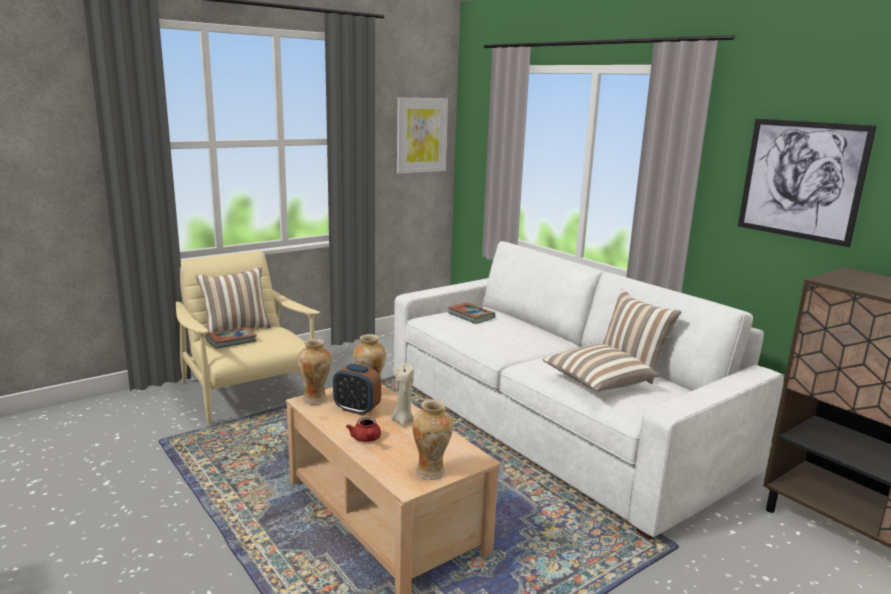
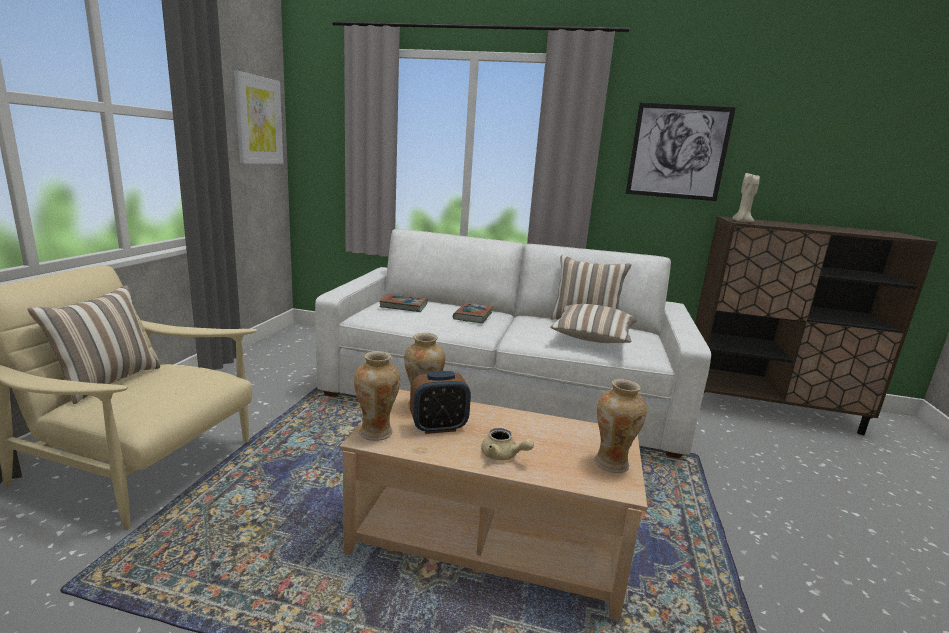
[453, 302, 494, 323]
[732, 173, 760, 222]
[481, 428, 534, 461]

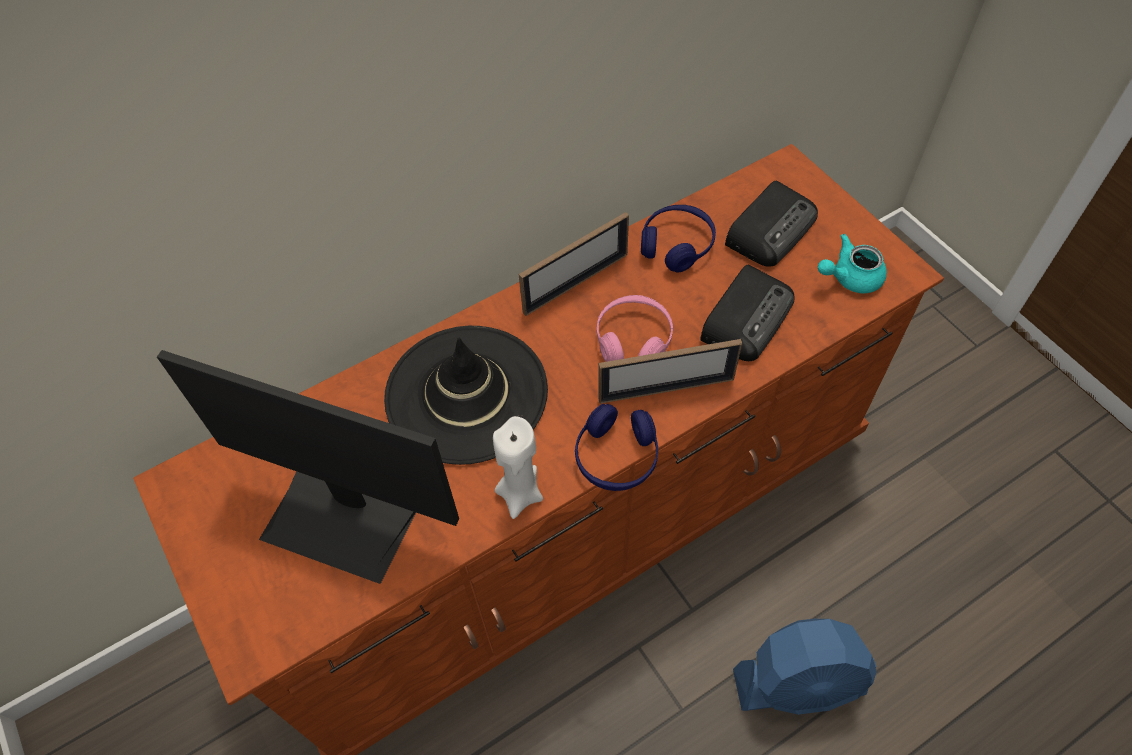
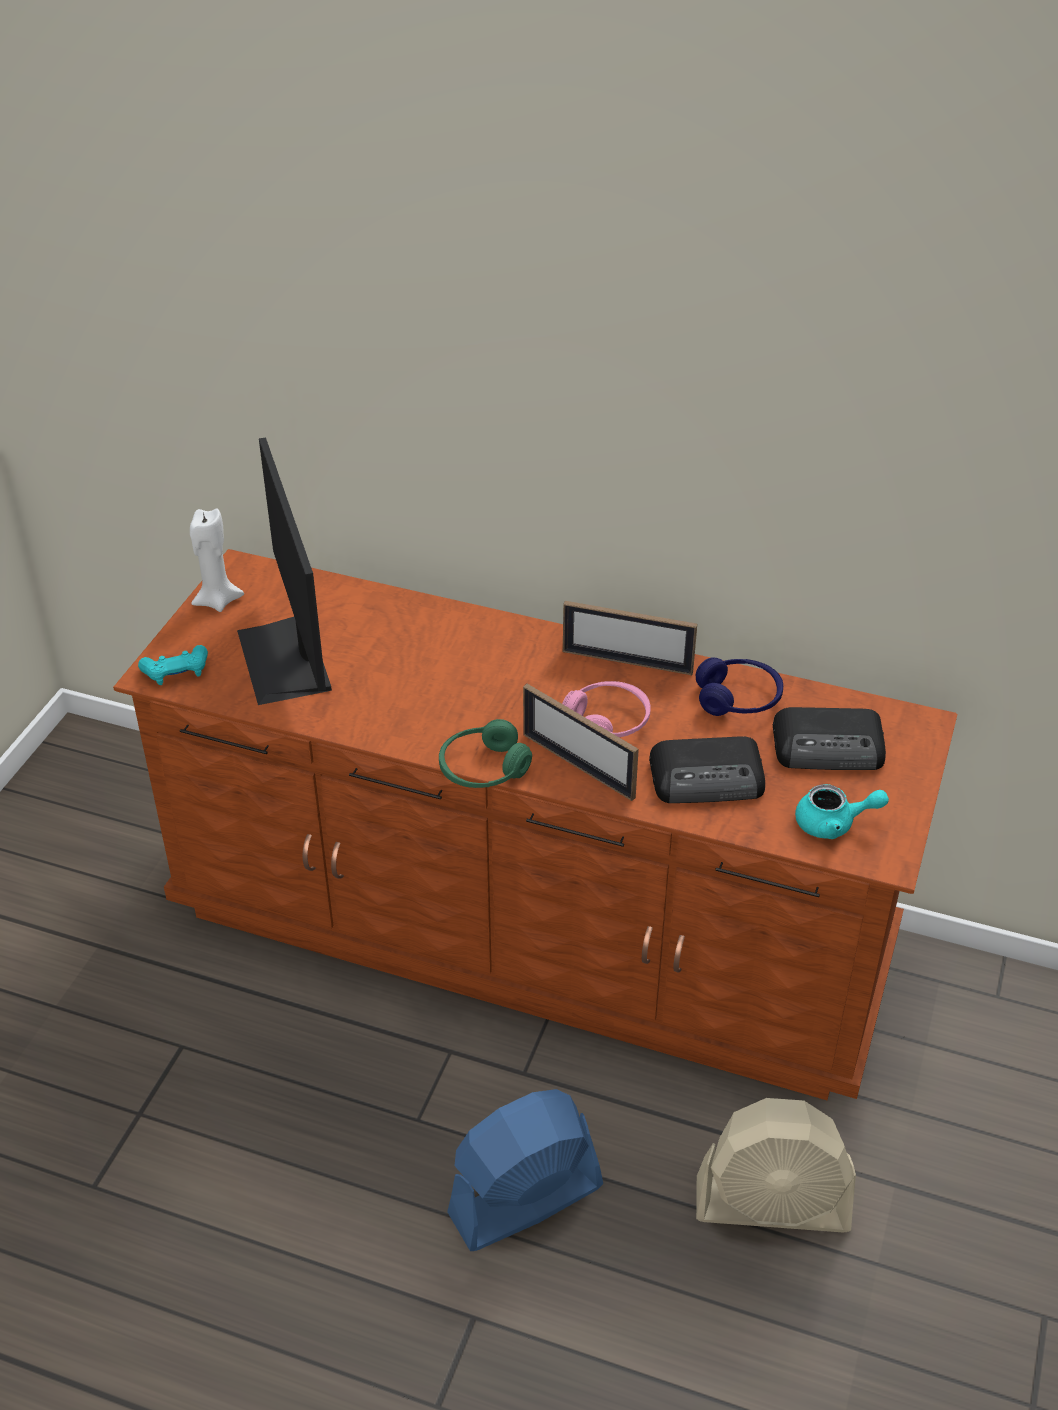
[384, 326, 548, 465] (first image)
[138, 645, 208, 685]
[696, 1098, 856, 1232]
[190, 508, 244, 612]
[439, 719, 532, 788]
[447, 1089, 603, 1251]
[795, 784, 889, 839]

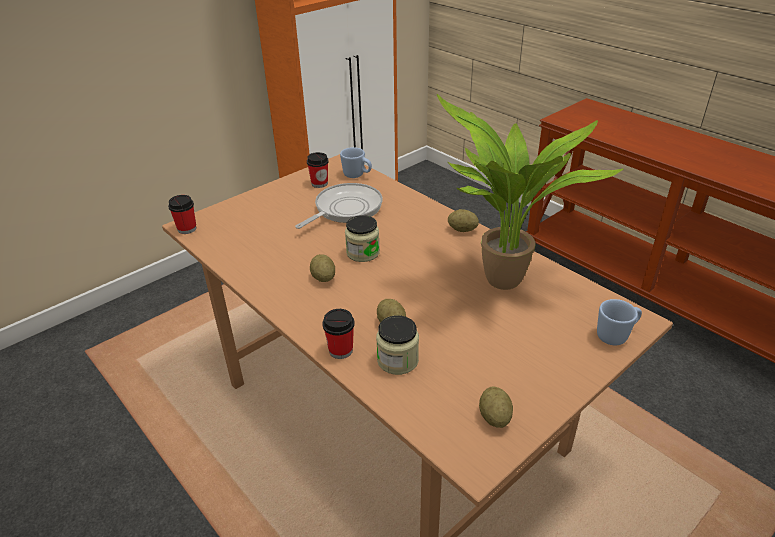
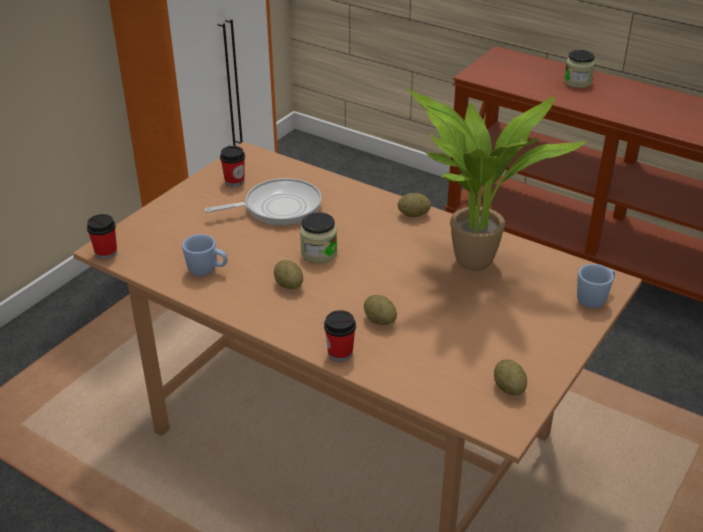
[182, 234, 227, 276]
[564, 50, 595, 88]
[205, 178, 322, 225]

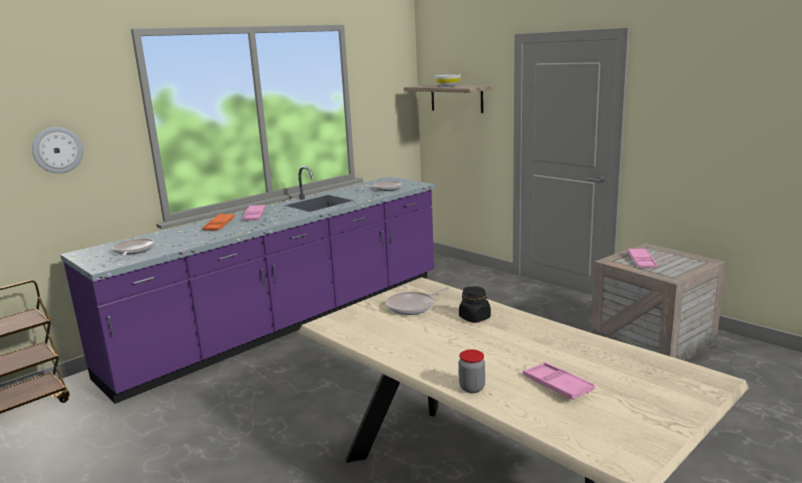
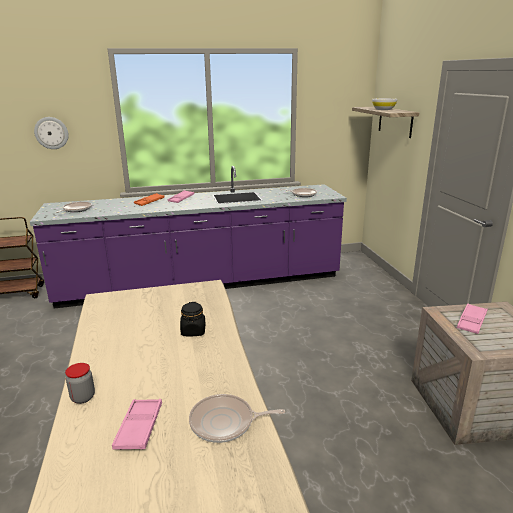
[189, 394, 285, 443]

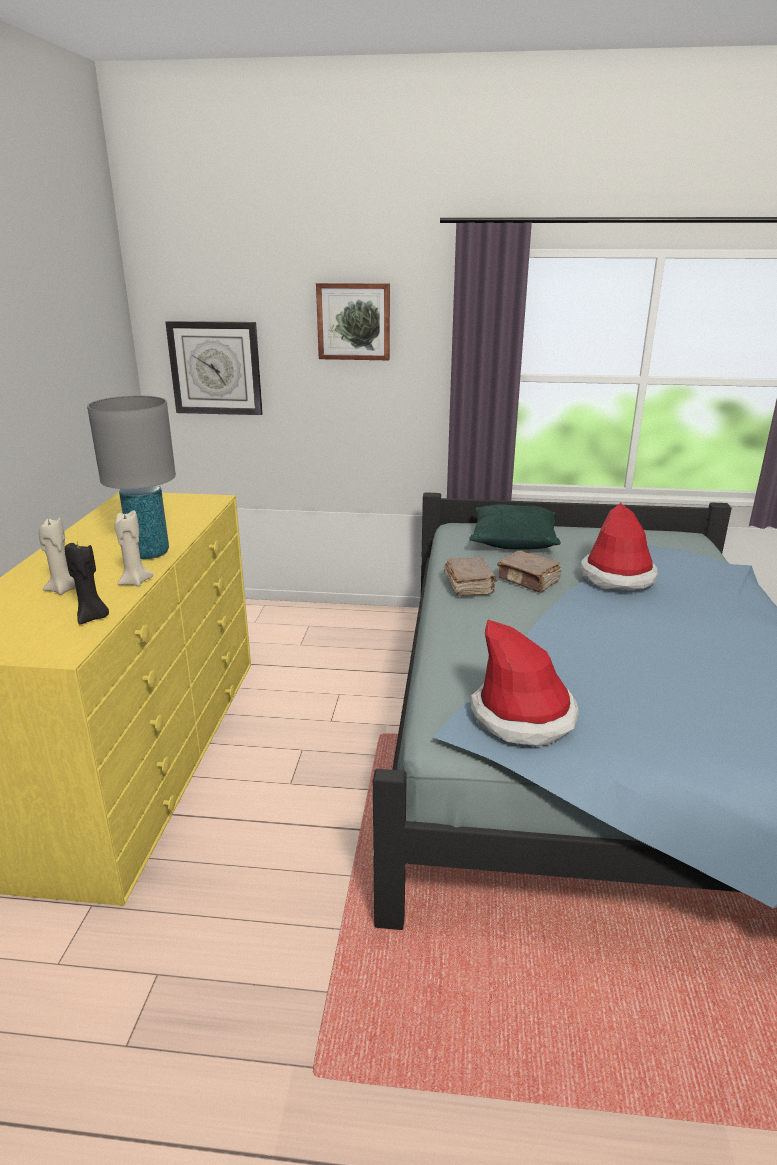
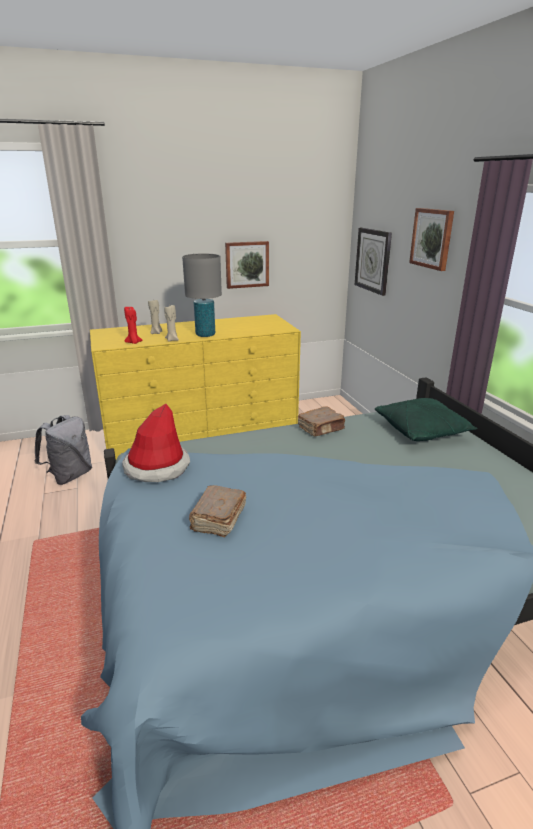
[581, 503, 658, 590] (first image)
[35, 415, 92, 485]
[225, 241, 269, 289]
[189, 485, 246, 537]
[124, 307, 143, 344]

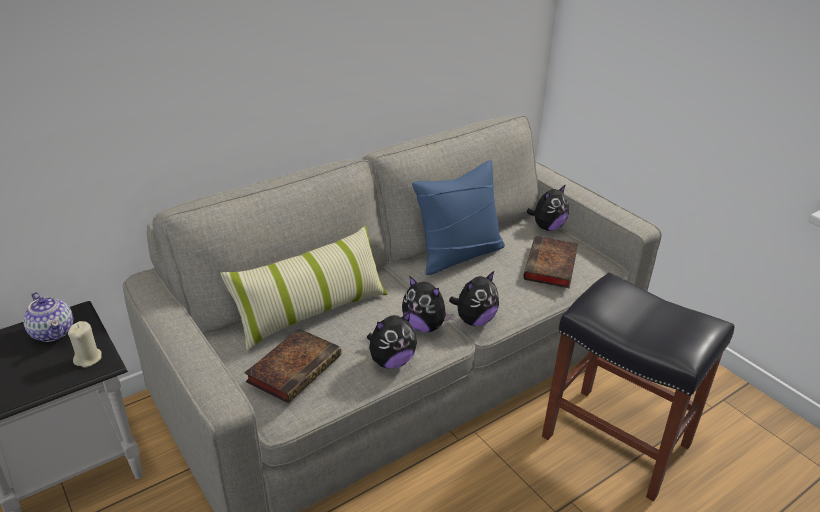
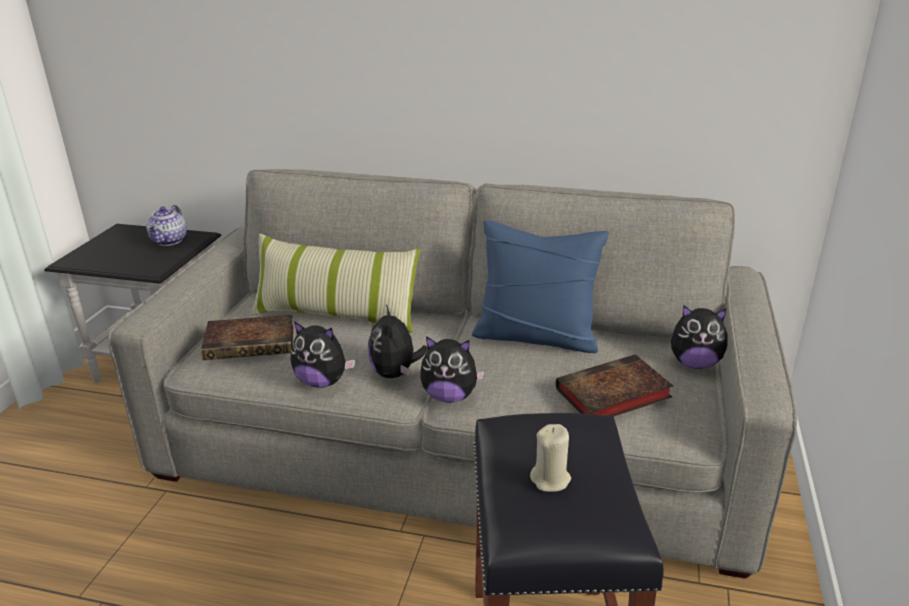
[530, 424, 571, 492]

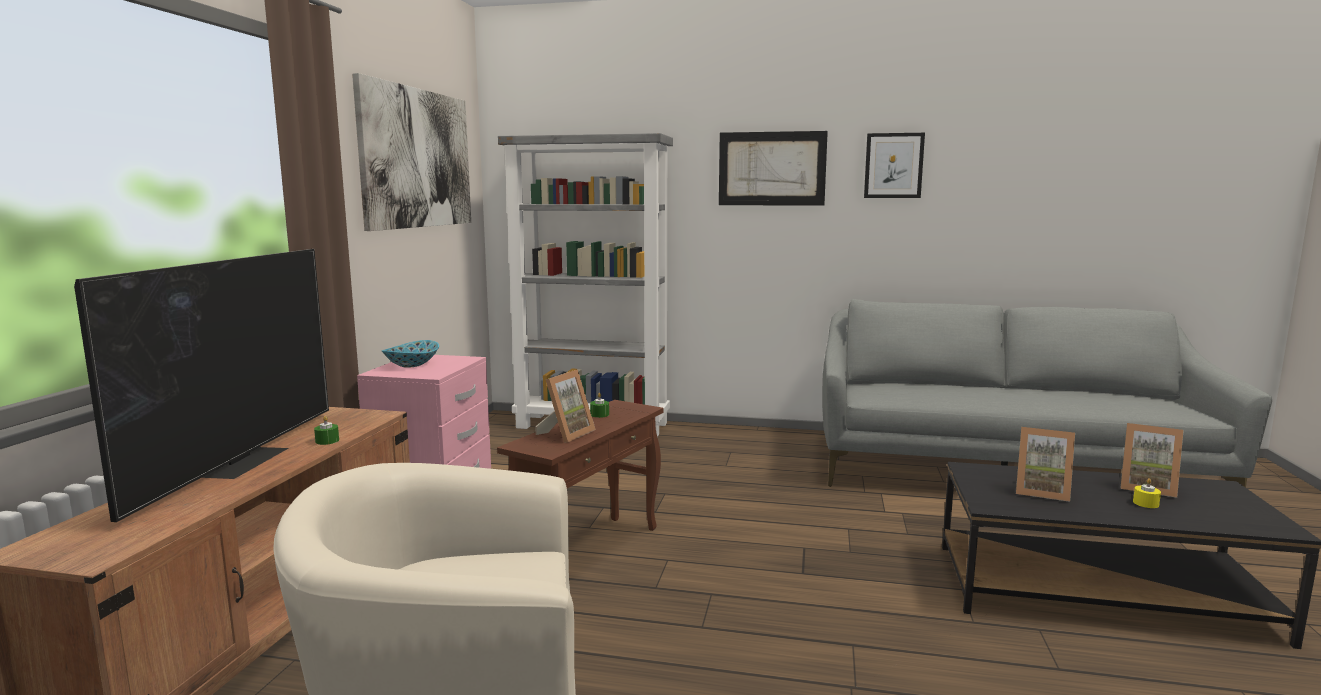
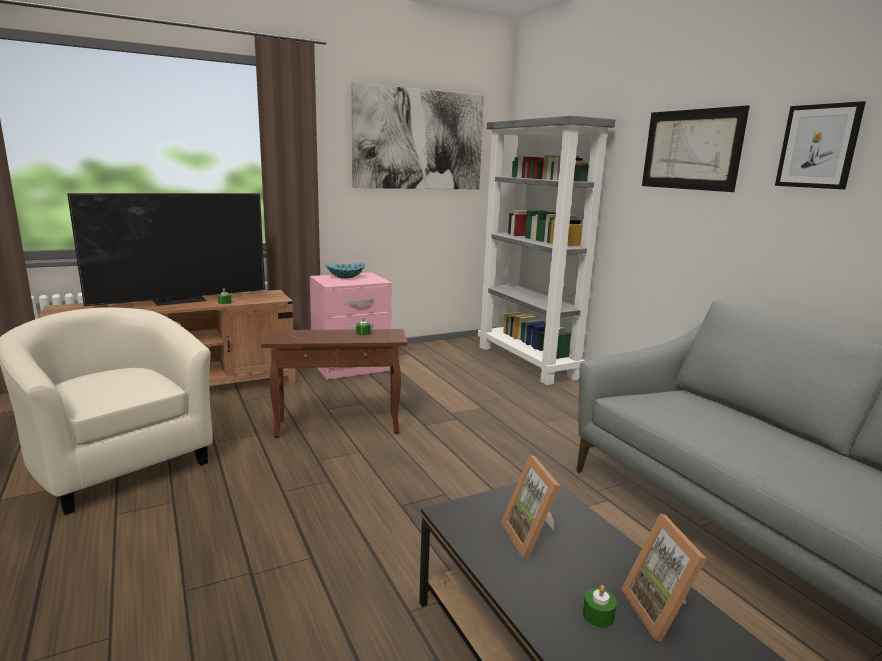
[535, 369, 596, 443] (first image)
[583, 585, 617, 628]

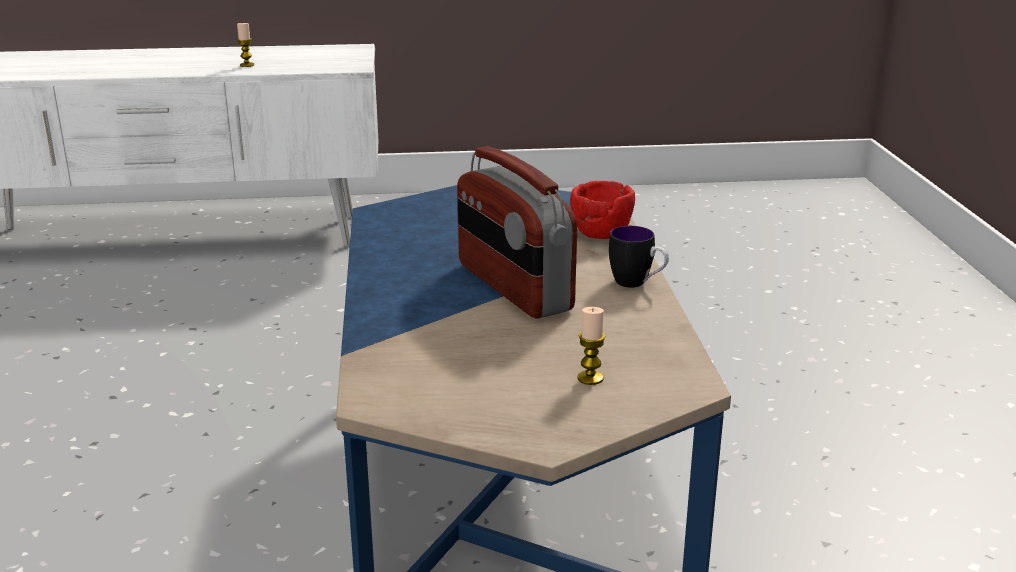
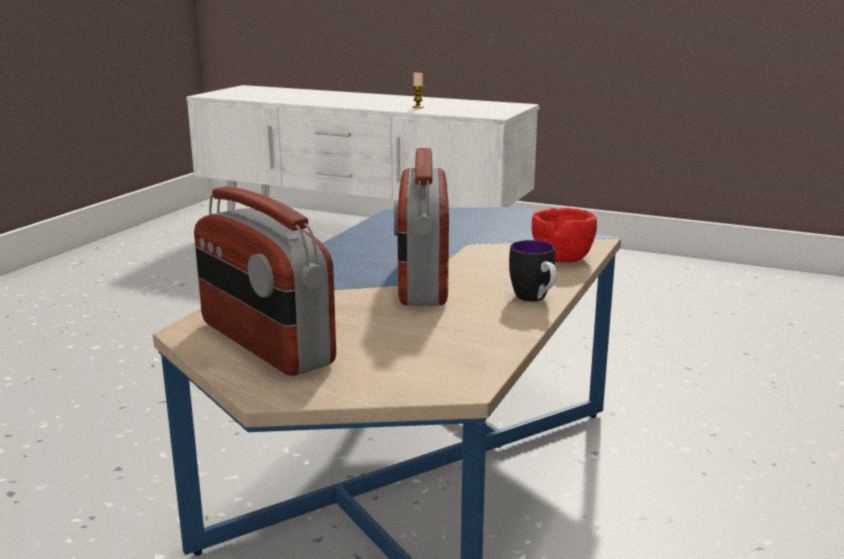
[577, 307, 605, 385] (first image)
[194, 187, 336, 376]

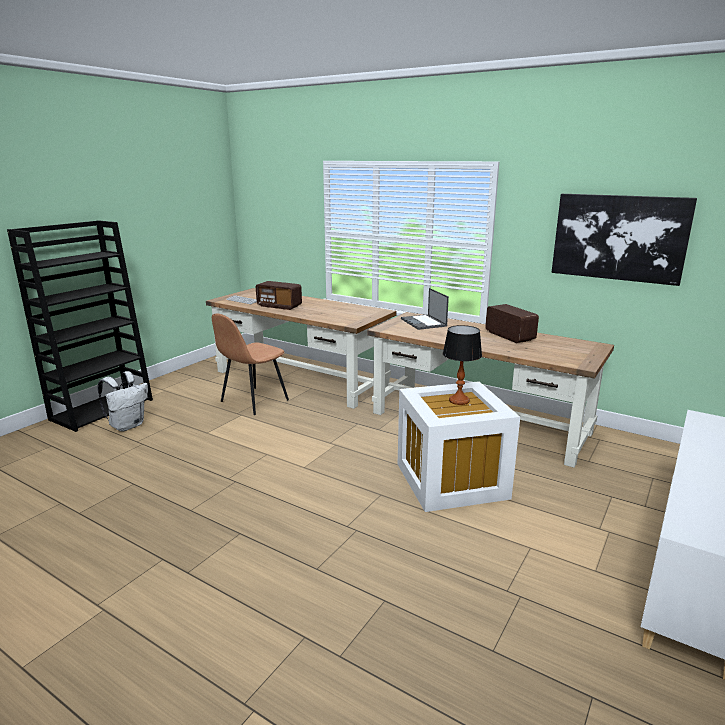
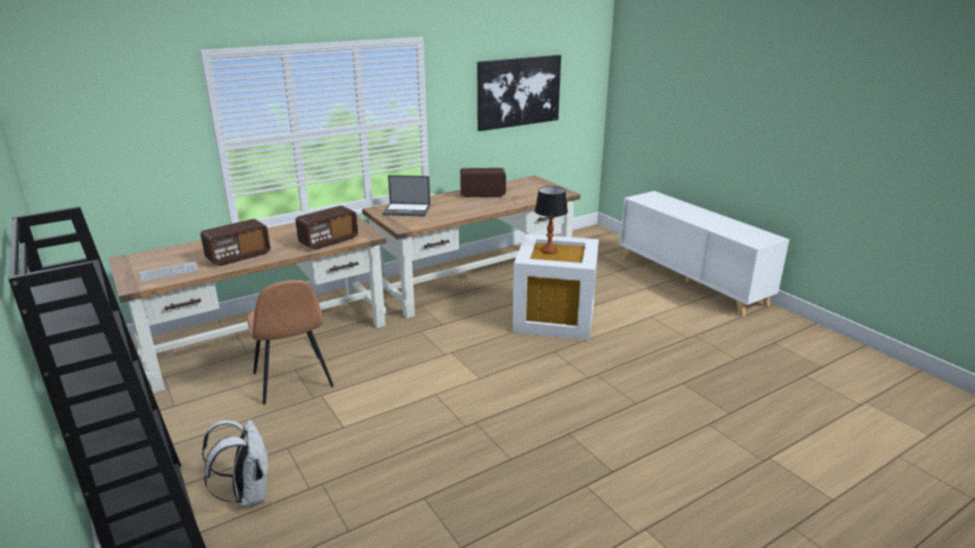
[295, 206, 358, 250]

